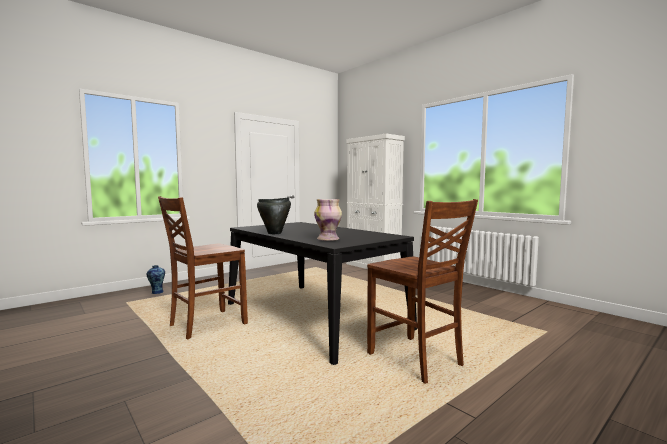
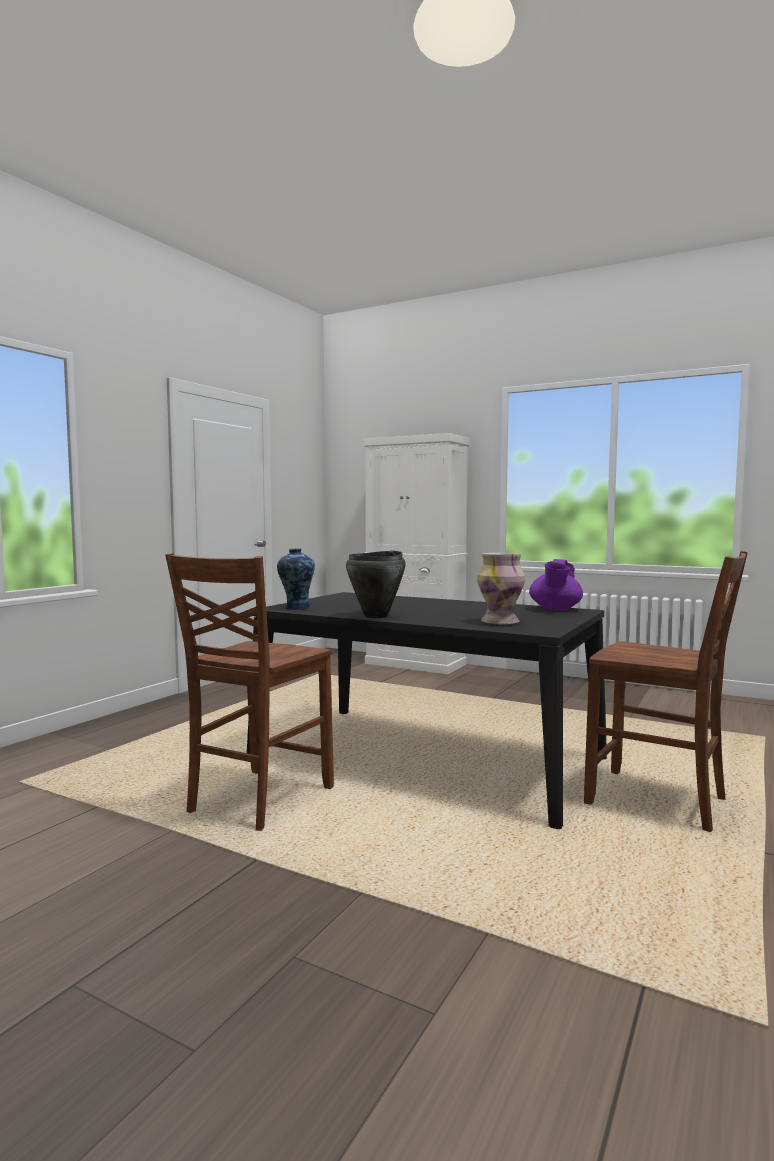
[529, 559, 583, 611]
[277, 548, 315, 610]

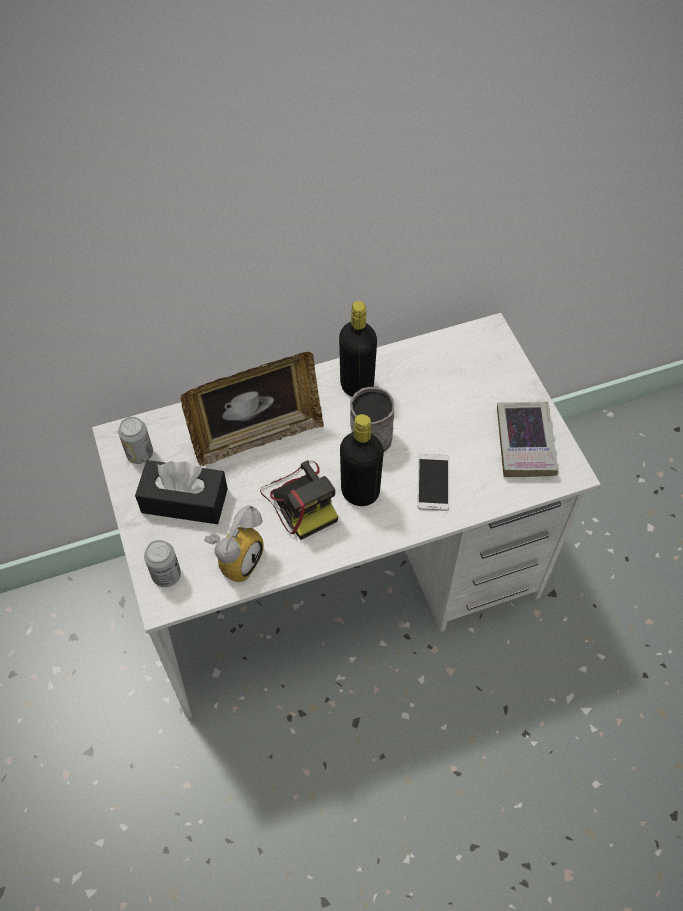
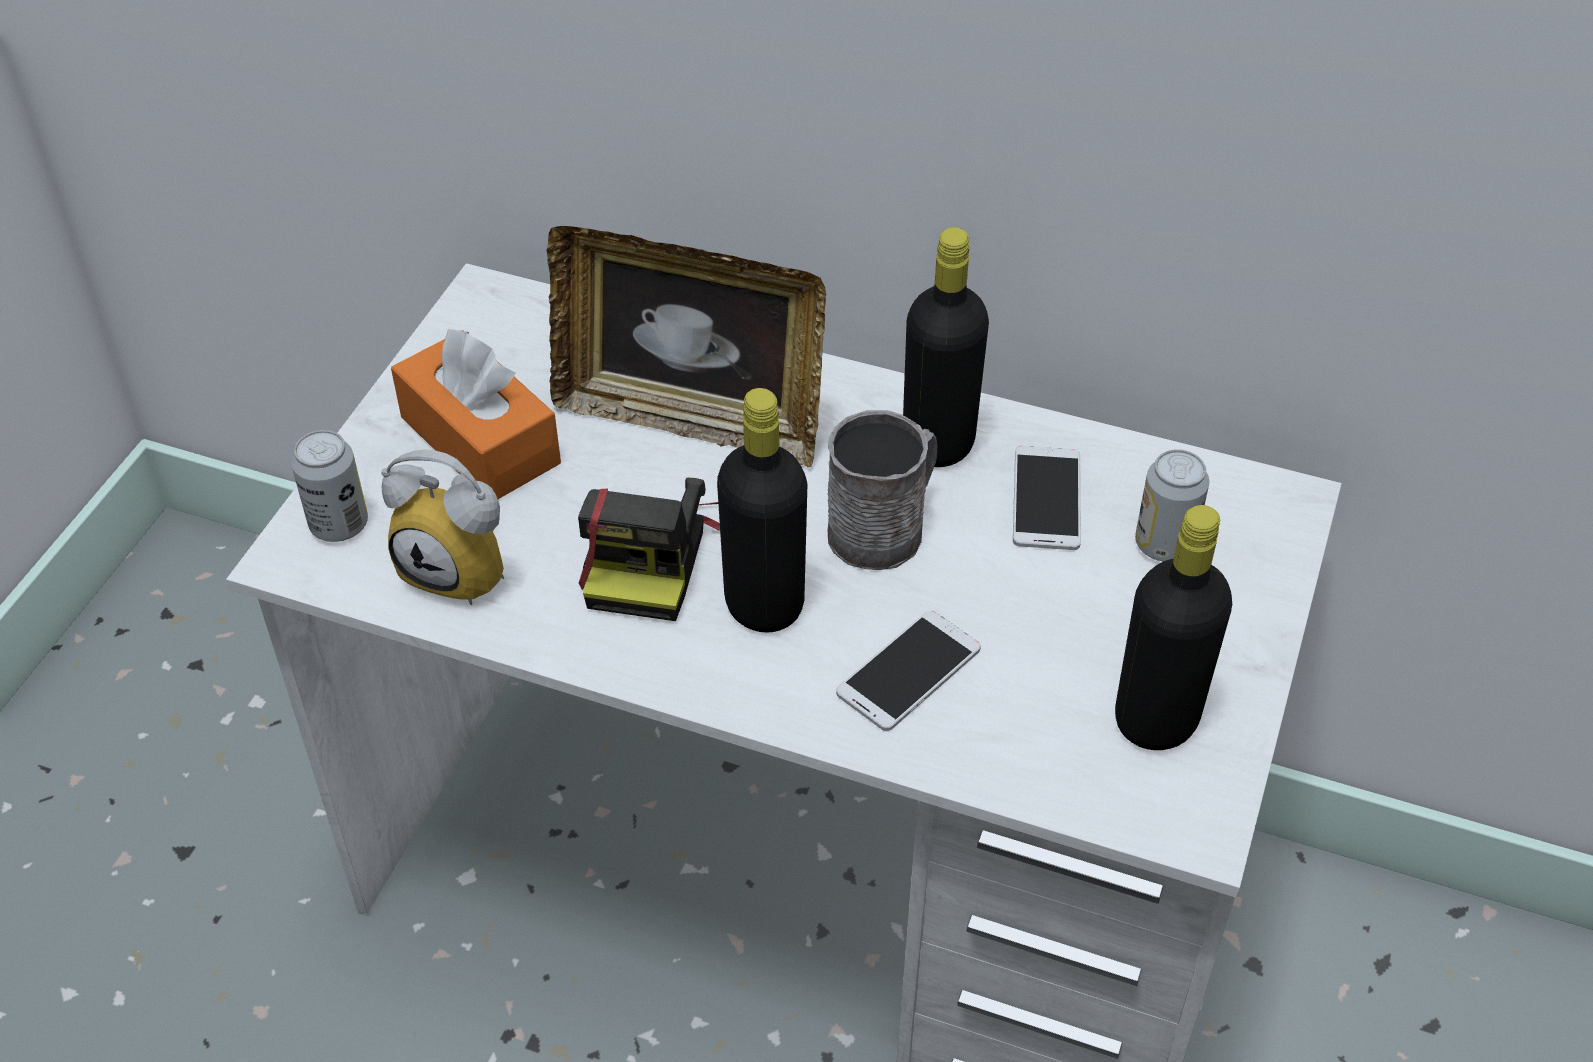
[1013, 446, 1081, 550]
[1135, 449, 1209, 561]
[1115, 505, 1232, 750]
[391, 329, 561, 499]
[381, 450, 504, 605]

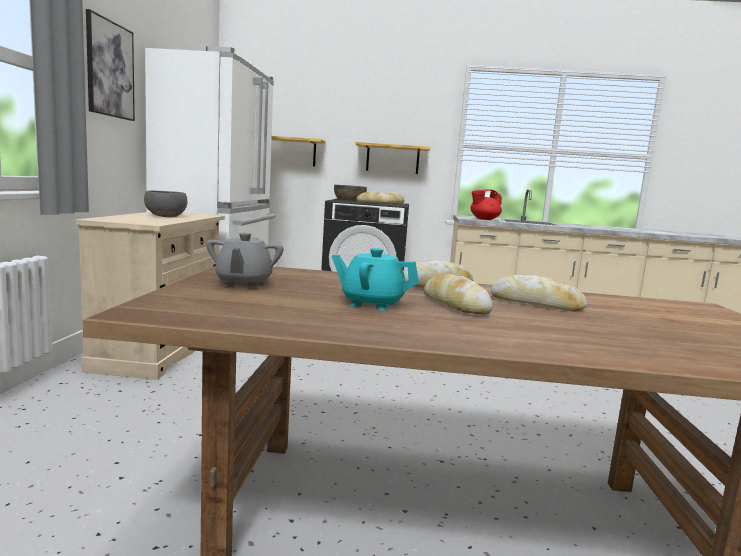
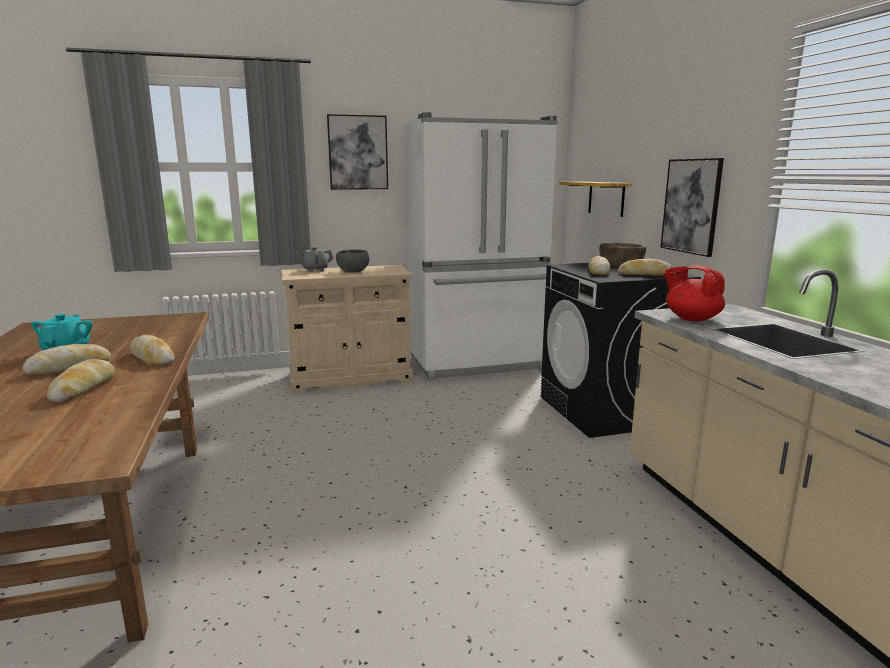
[295, 247, 333, 272]
[660, 158, 724, 257]

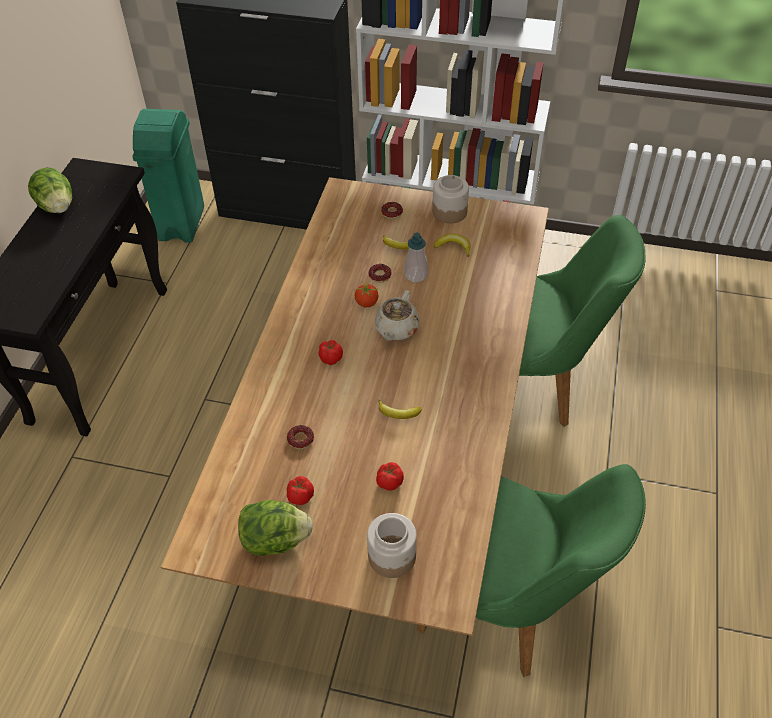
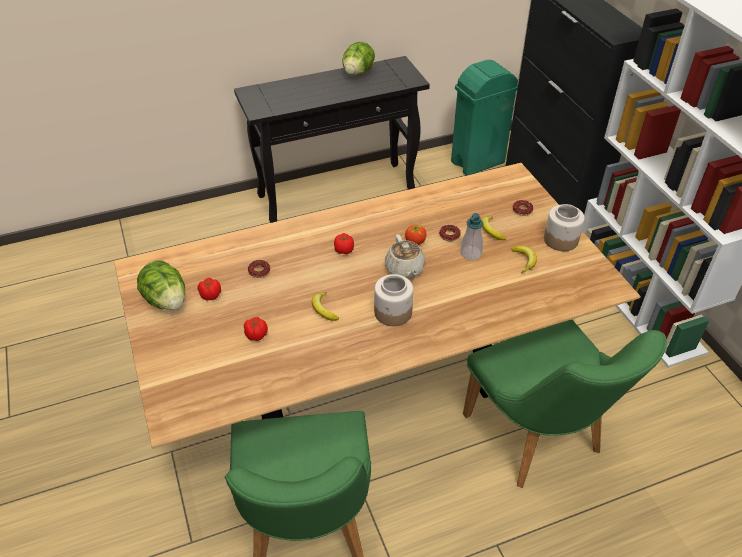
[374, 274, 413, 326]
[385, 234, 426, 279]

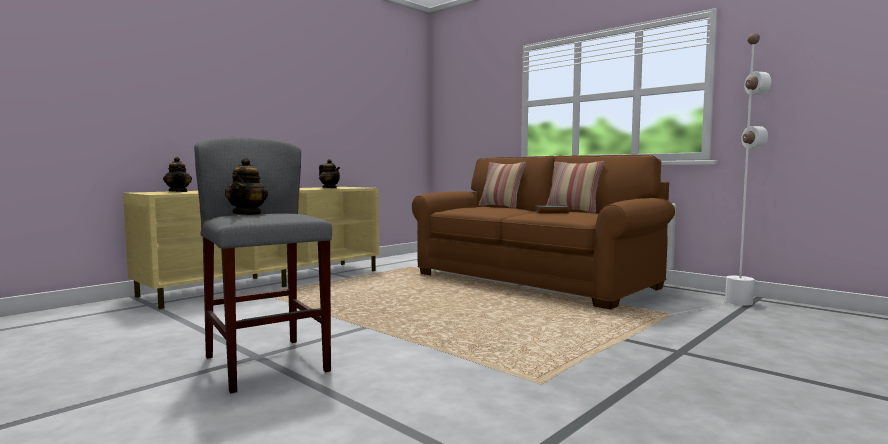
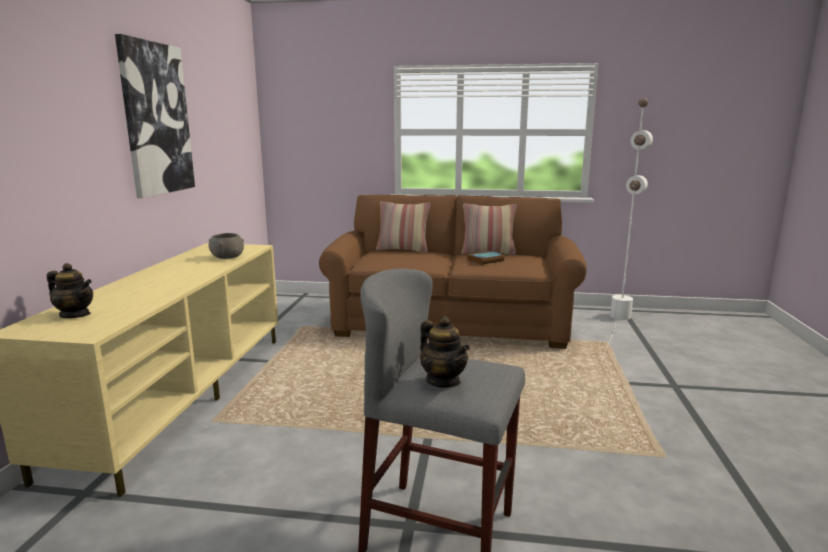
[115, 34, 195, 198]
[209, 233, 244, 259]

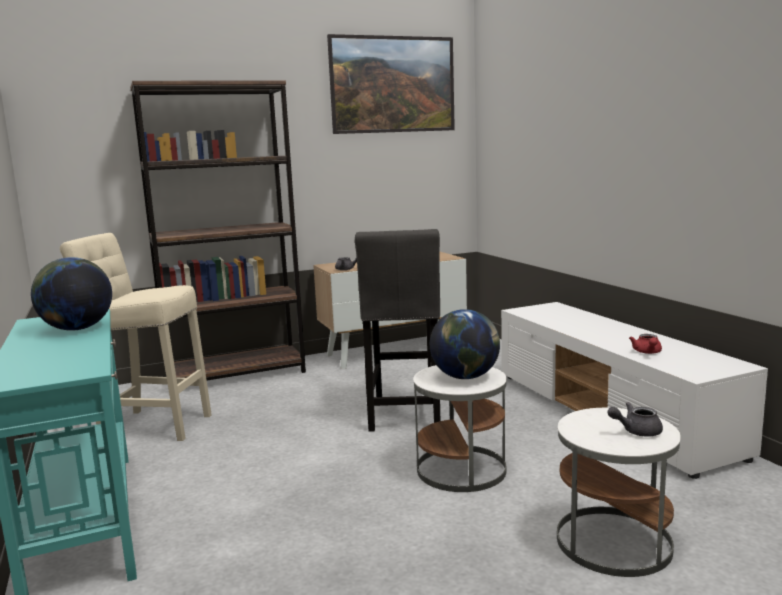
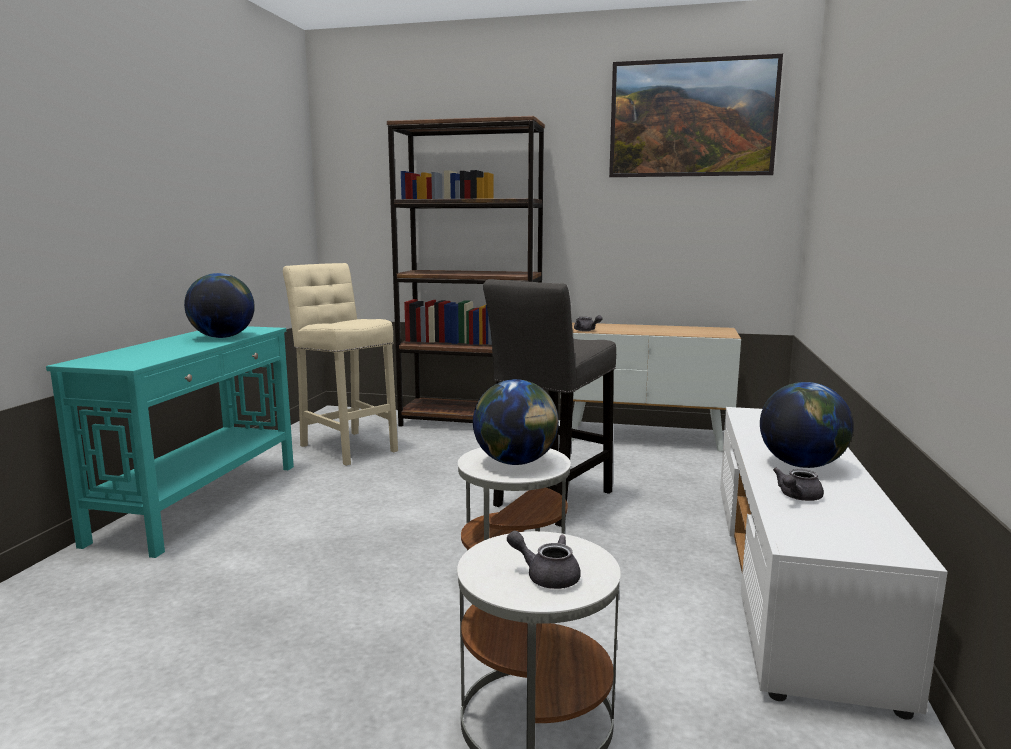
[760, 382, 854, 468]
[773, 468, 824, 501]

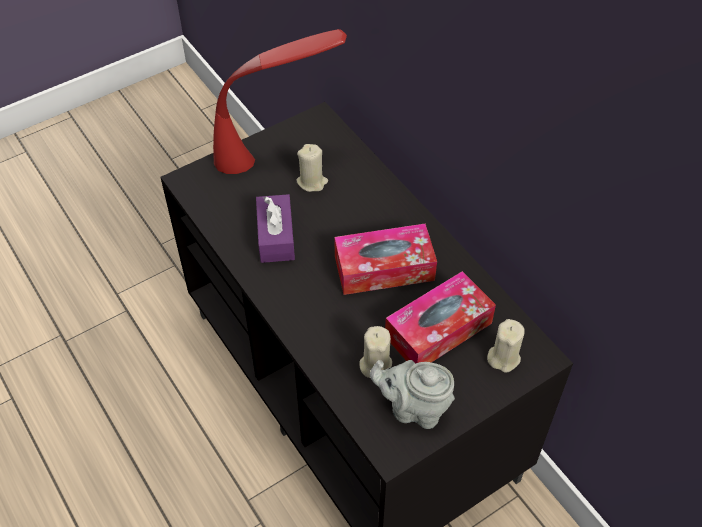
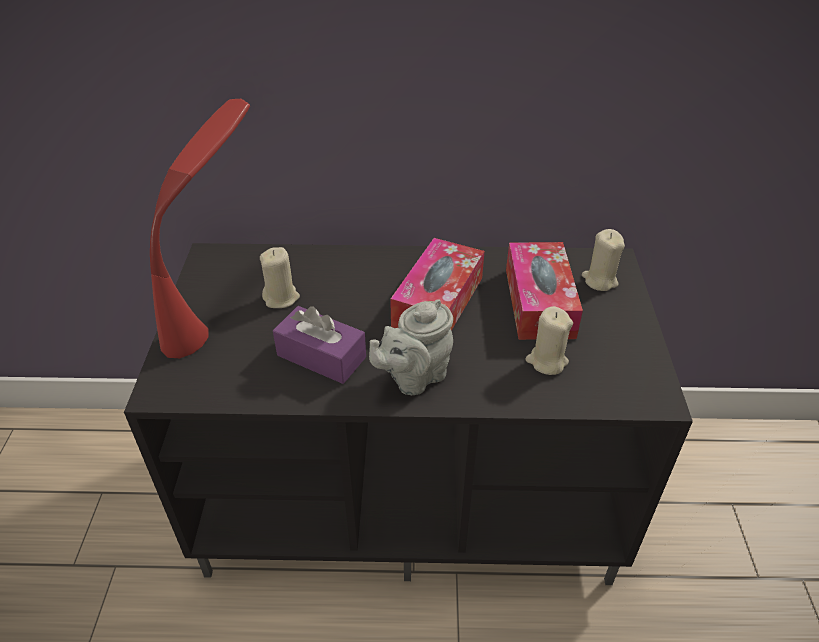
[369, 299, 453, 395]

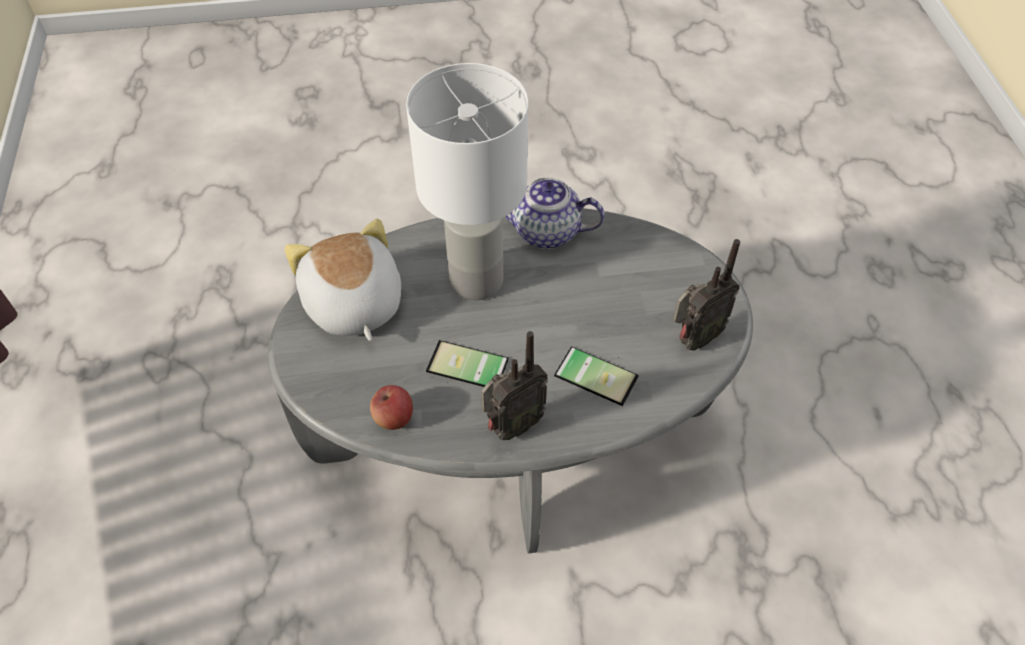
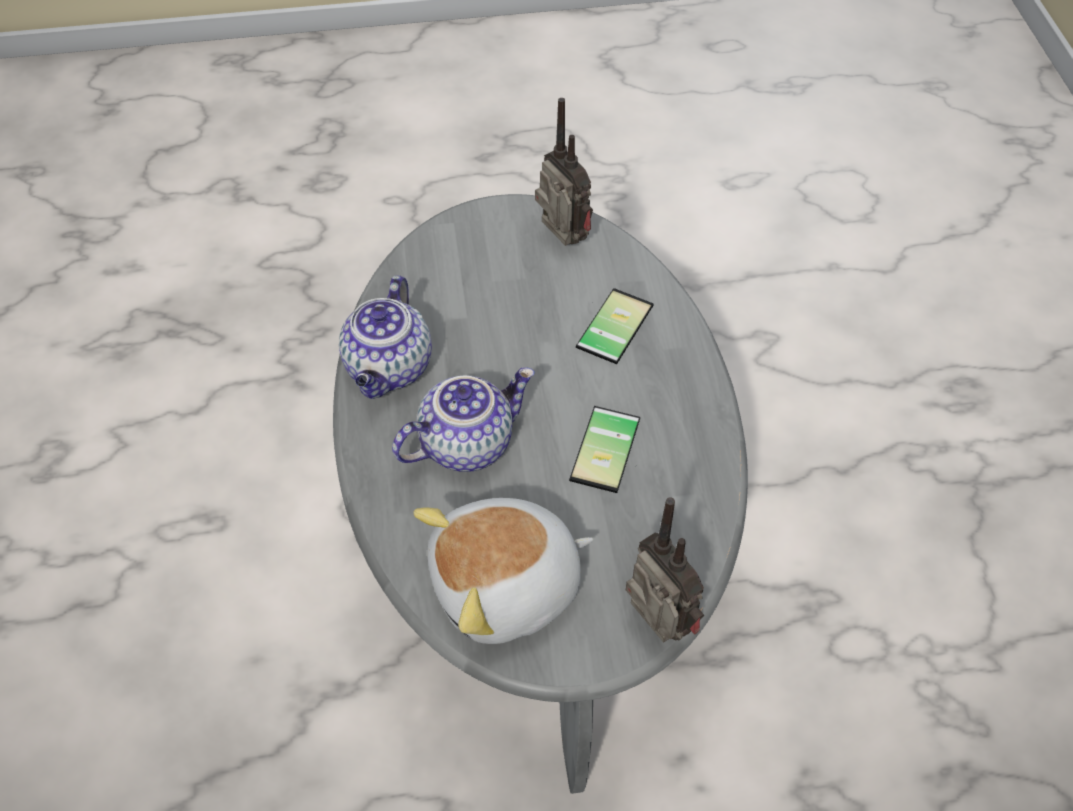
[370, 385, 413, 430] (first image)
[626, 497, 704, 642]
[392, 367, 535, 472]

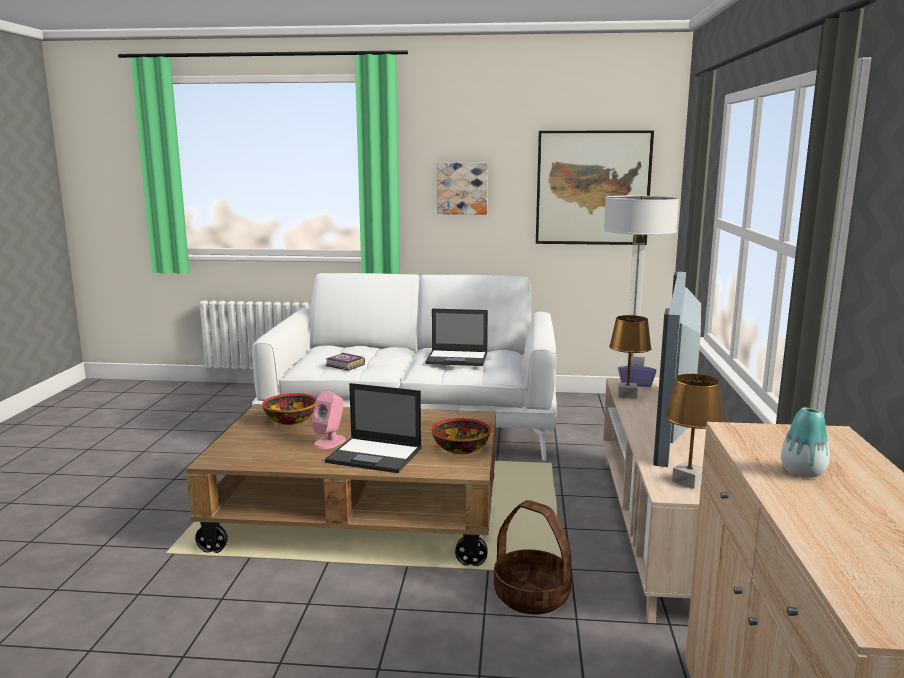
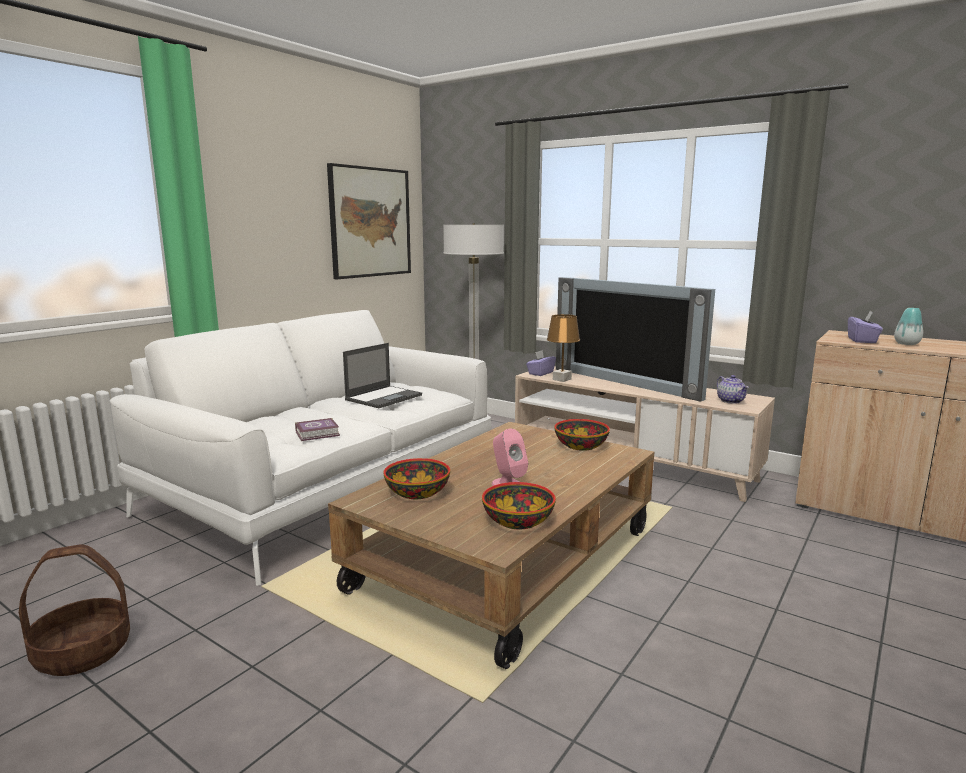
[325, 383, 422, 473] (first image)
[437, 163, 488, 214] (first image)
[482, 482, 556, 529]
[848, 311, 883, 343]
[19, 544, 130, 676]
[717, 375, 749, 404]

